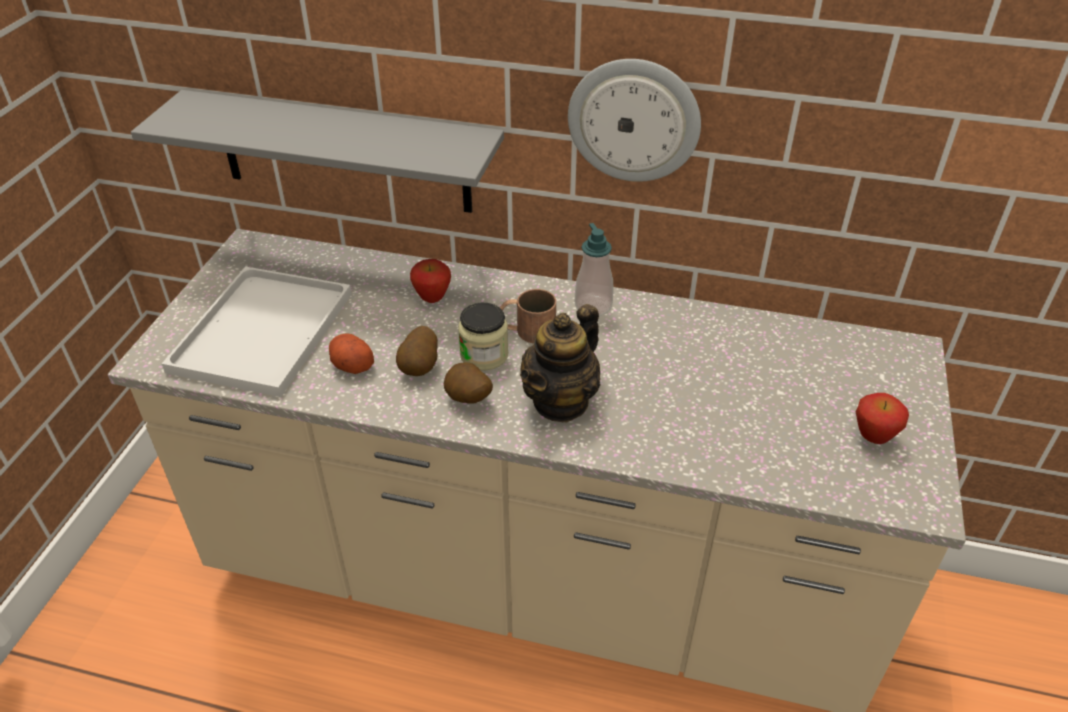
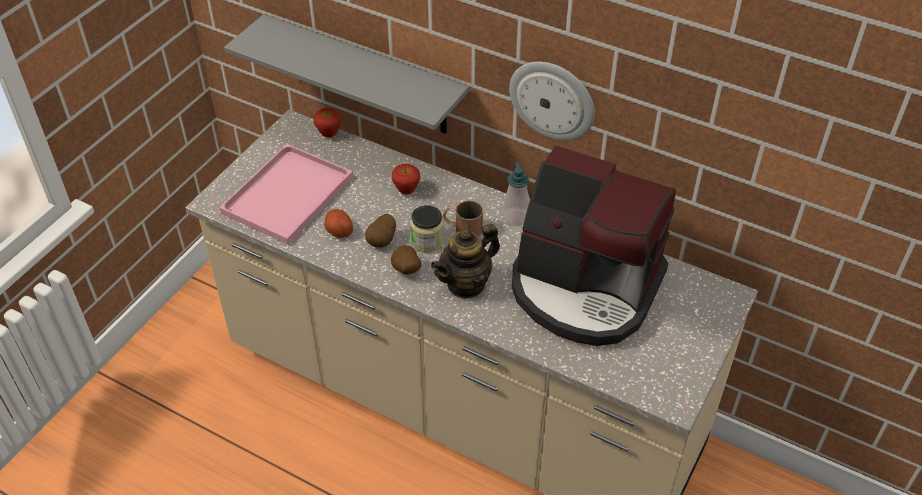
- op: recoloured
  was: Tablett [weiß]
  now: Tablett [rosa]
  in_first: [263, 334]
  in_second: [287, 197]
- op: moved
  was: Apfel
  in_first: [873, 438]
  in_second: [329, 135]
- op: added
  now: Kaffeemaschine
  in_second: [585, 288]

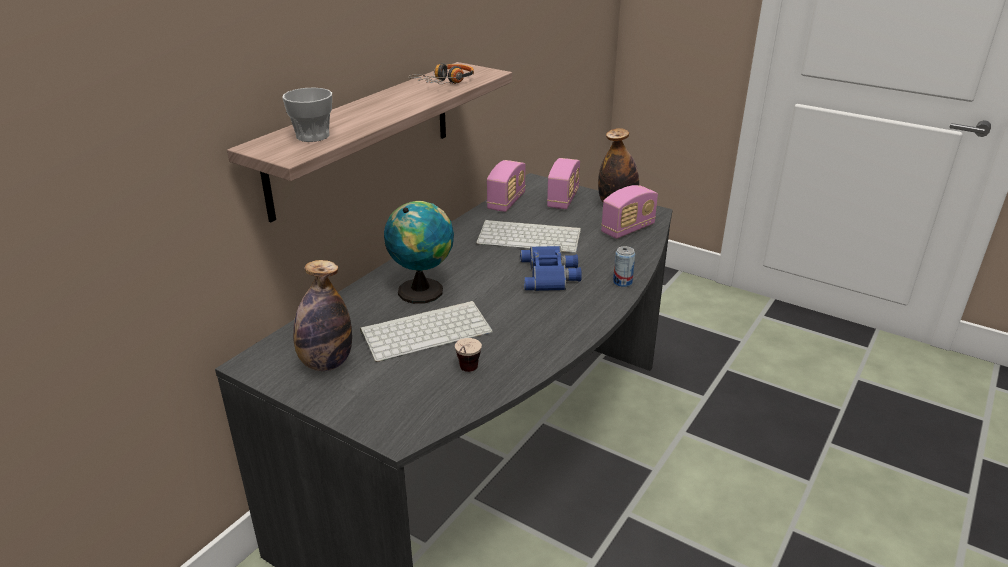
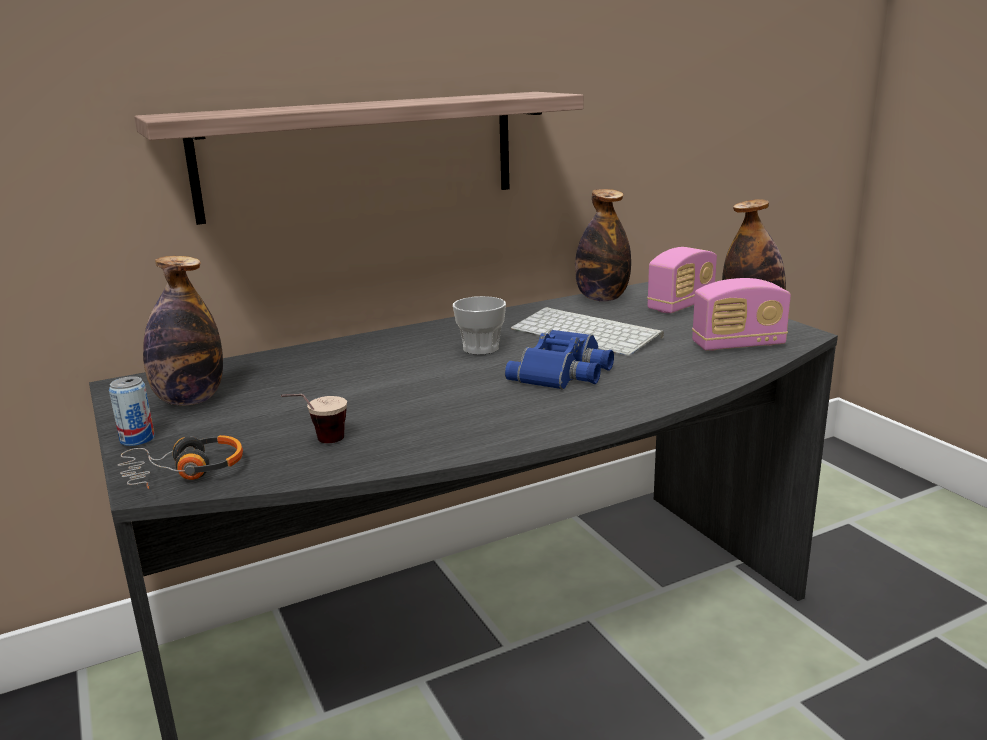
- op: moved
  was: Tasse
  in_first: [313, 136]
  in_second: [481, 348]
- op: removed
  was: Tastatur
  in_first: [427, 330]
- op: removed
  was: Globus
  in_first: [423, 290]
- op: moved
  was: Kopfhörer
  in_first: [446, 82]
  in_second: [184, 473]
- op: replaced
  was: Radio
  now: Flasche
  in_first: [506, 202]
  in_second: [602, 298]
- op: moved
  was: Dose
  in_first: [622, 282]
  in_second: [137, 439]

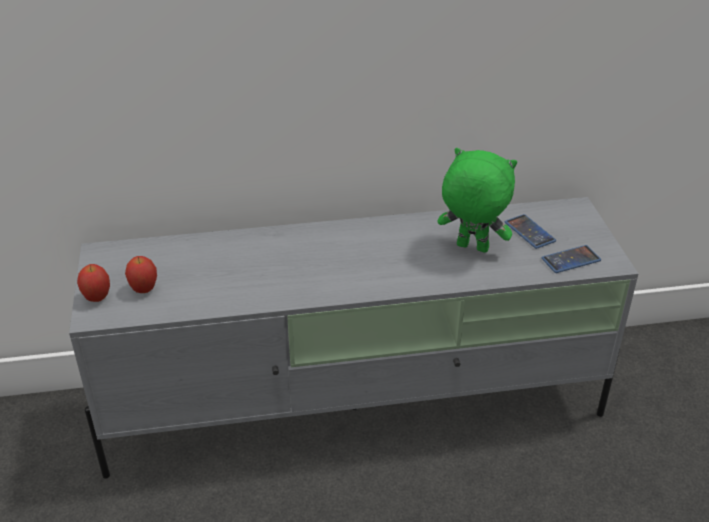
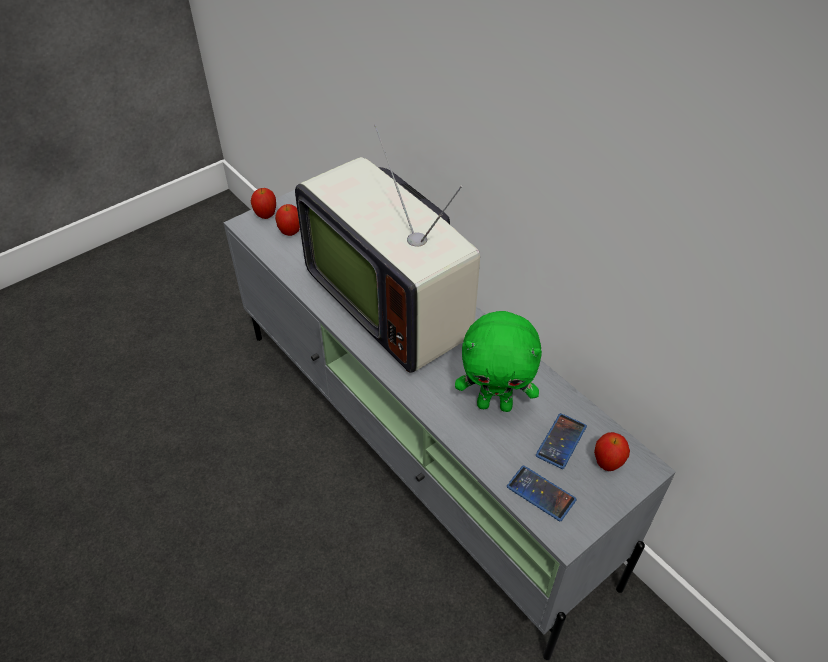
- op: turned
  was: Plüschtier [grün]
  in_first: [471, 248]
  in_second: [495, 404]
  clockwise: 105
- op: added
  now: Fernseher
  in_second: [392, 302]
- op: added
  now: Apfel
  in_second: [607, 463]

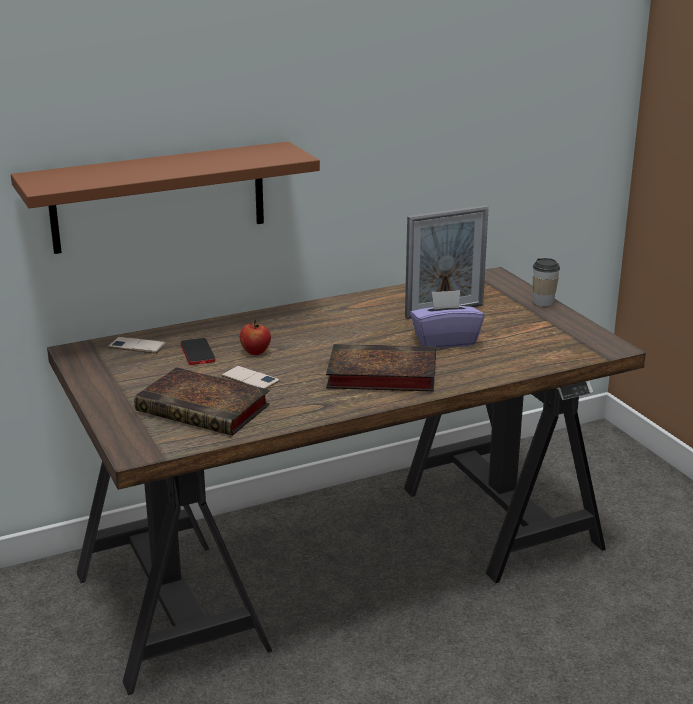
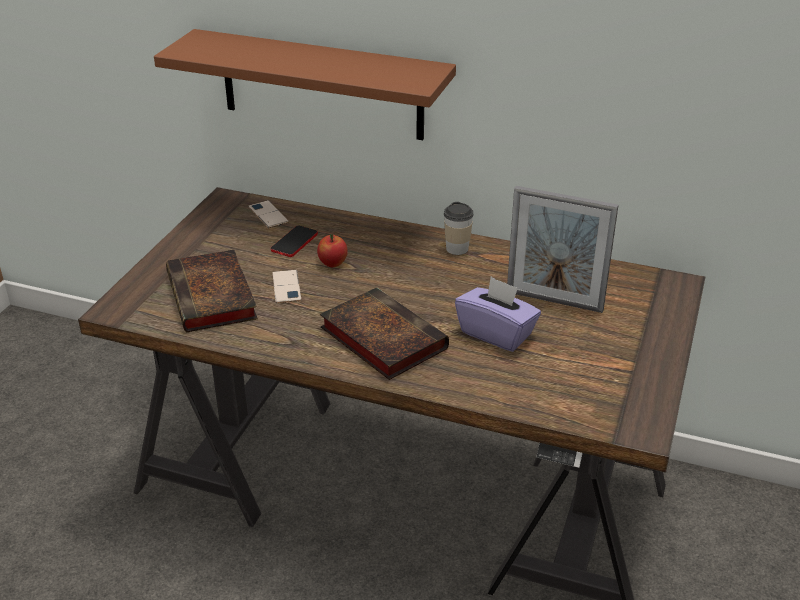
- op: moved
  was: Tasse
  in_first: [543, 302]
  in_second: [457, 249]

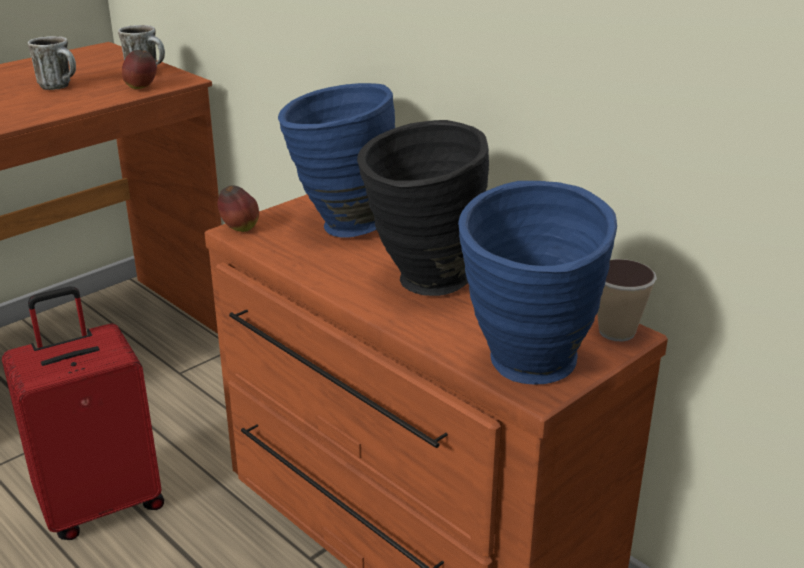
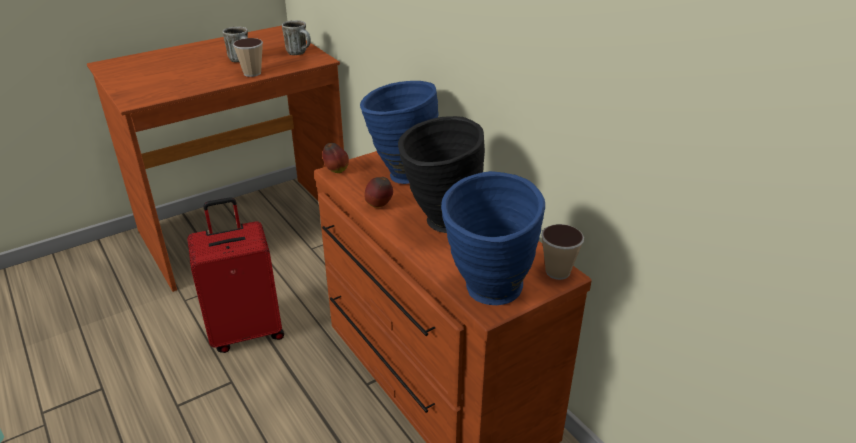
- op: moved
  was: Apfel
  in_first: [141, 88]
  in_second: [379, 206]
- op: added
  now: Tasse
  in_second: [252, 73]

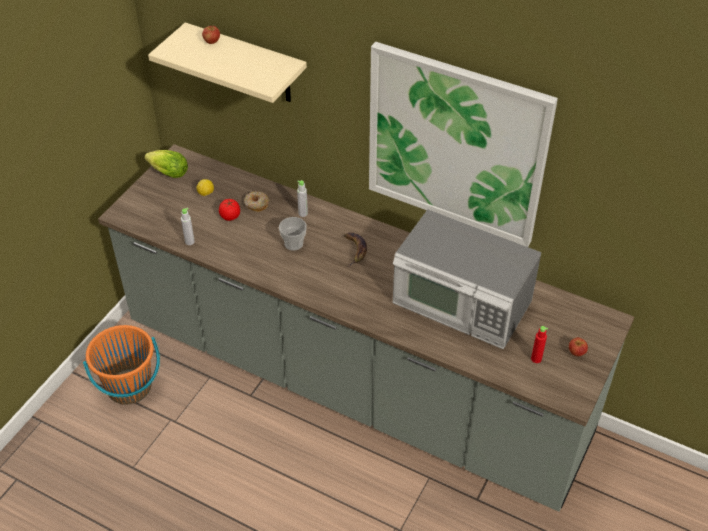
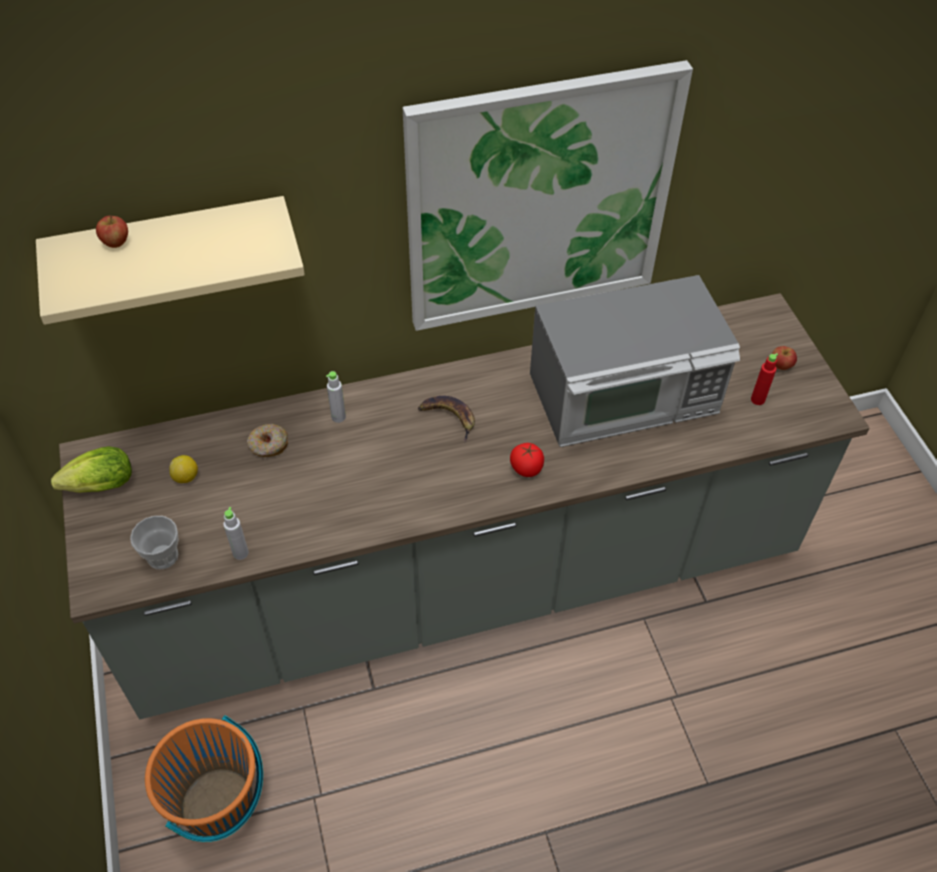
- op: moved
  was: Tomate
  in_first: [230, 216]
  in_second: [526, 468]
- op: moved
  was: Tasse
  in_first: [293, 243]
  in_second: [162, 556]

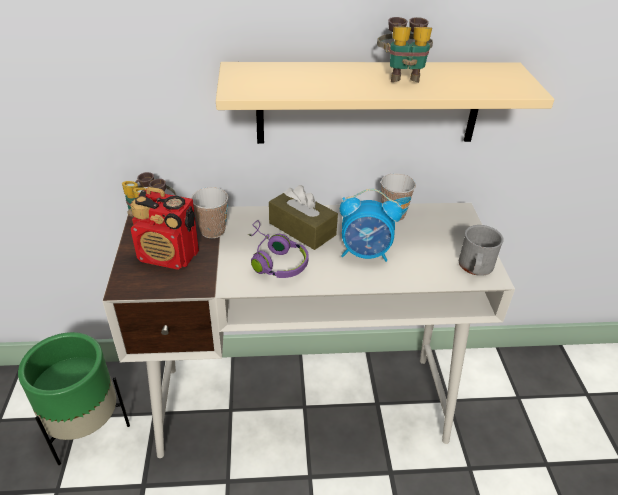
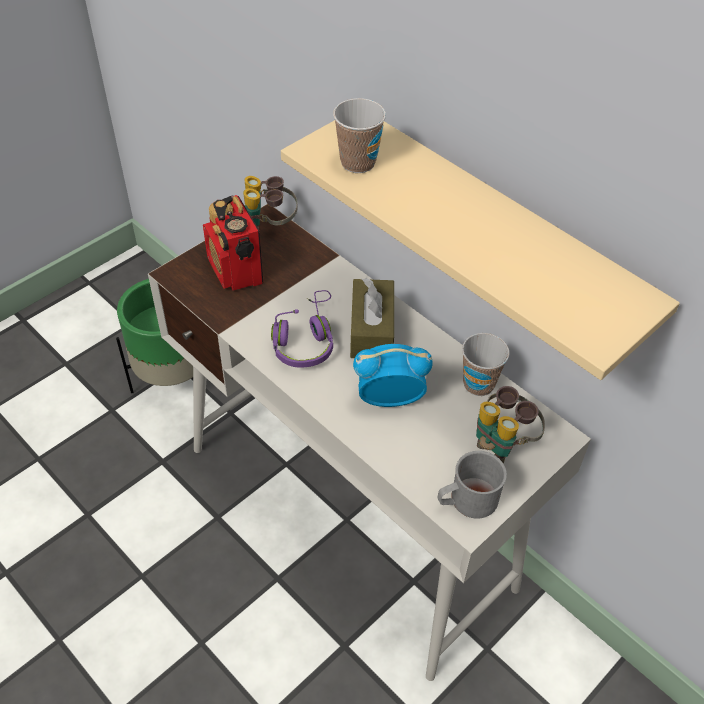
- op: moved
  was: Tasse
  in_first: [213, 231]
  in_second: [358, 163]
- op: turned
  was: Wecker
  in_first: [365, 253]
  in_second: [389, 398]
  clockwise: 120
- op: moved
  was: Fernglas
  in_first: [402, 75]
  in_second: [502, 443]

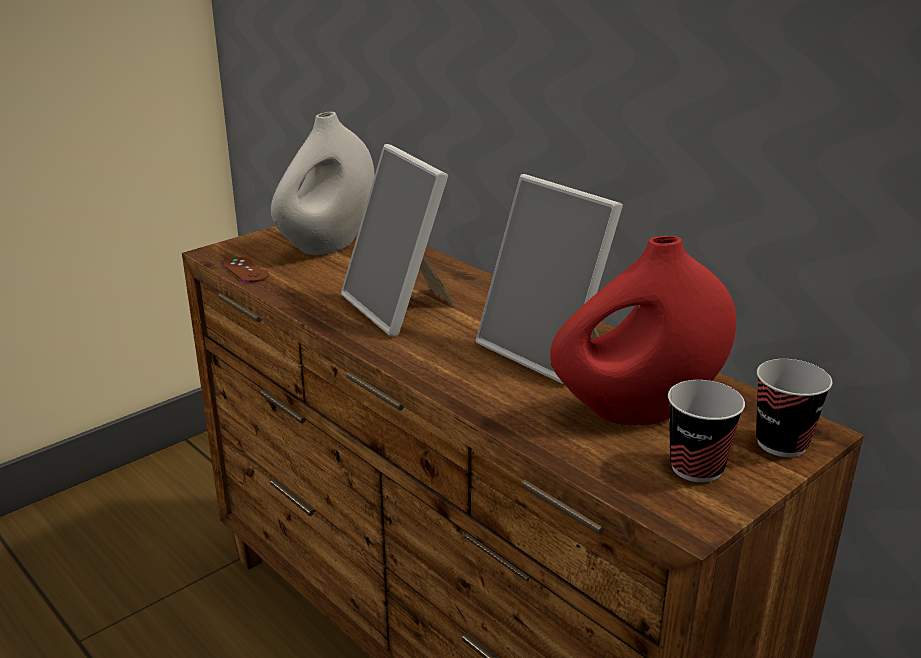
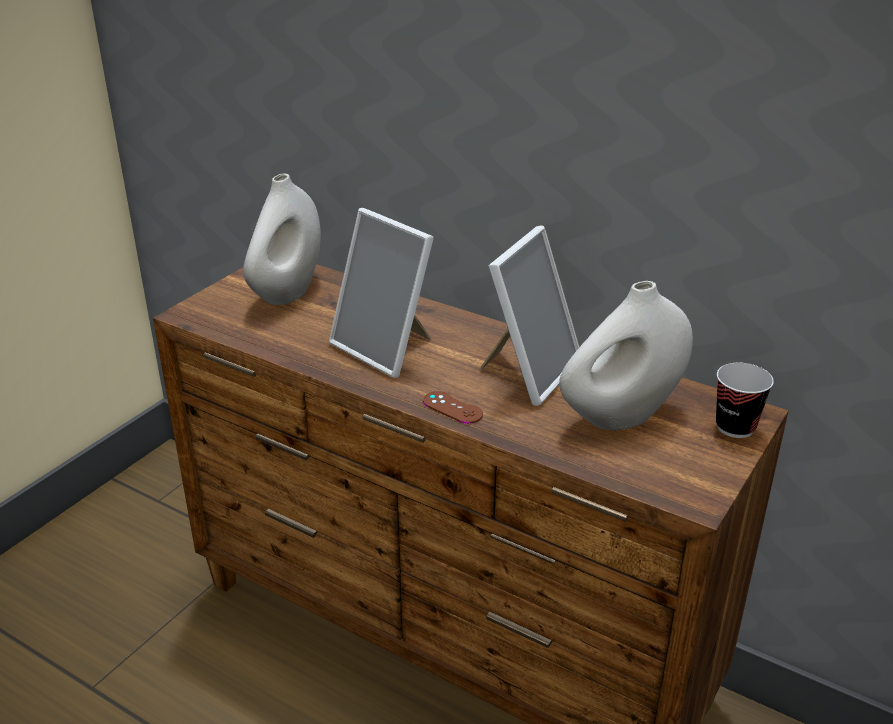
- op: moved
  was: Gamepad [braun]
  in_first: [246, 270]
  in_second: [452, 408]
- op: turned
  was: Bilderrahmen
  in_first: [548, 350]
  in_second: [528, 372]
  clockwise: -90
- op: recoloured
  was: Vase [rot]
  now: Vase [weiß]
  in_first: [636, 412]
  in_second: [621, 417]
- op: removed
  was: Tasse
  in_first: [696, 467]

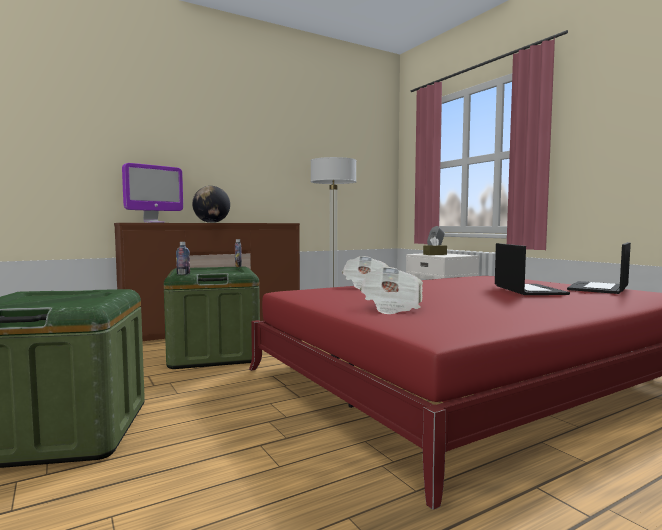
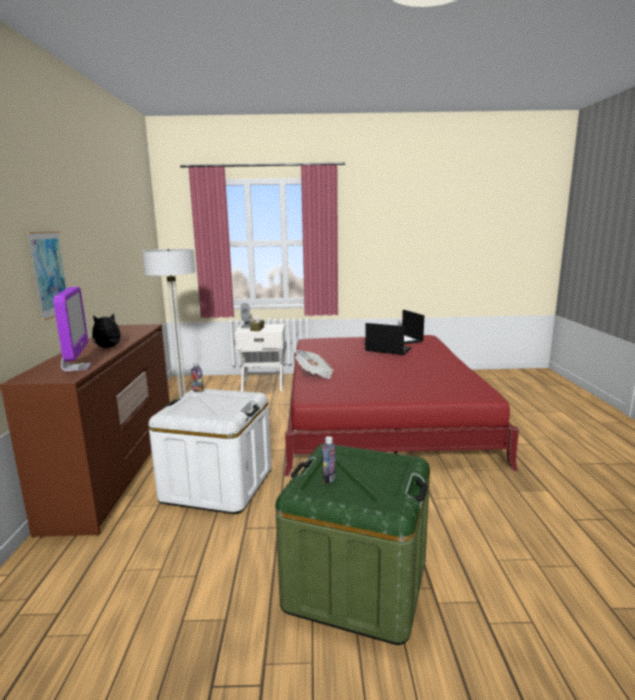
- op: recoloured
  was: Aufbewahrungsbox [grün]
  now: Aufbewahrungsbox [weiß]
  in_first: [213, 354]
  in_second: [217, 485]
- op: moved
  was: Flasche
  in_first: [183, 274]
  in_second: [329, 479]
- op: replaced
  was: Globus
  now: Plüschtier
  in_first: [211, 222]
  in_second: [108, 347]
- op: removed
  was: Zeitung
  in_first: [391, 308]
- op: added
  now: Bild
  in_second: [49, 274]

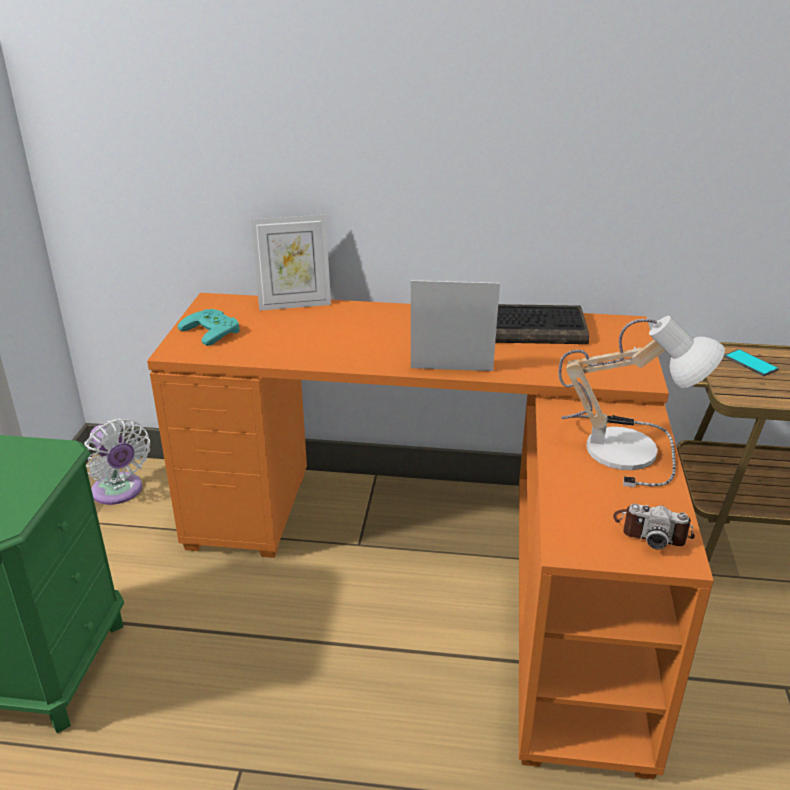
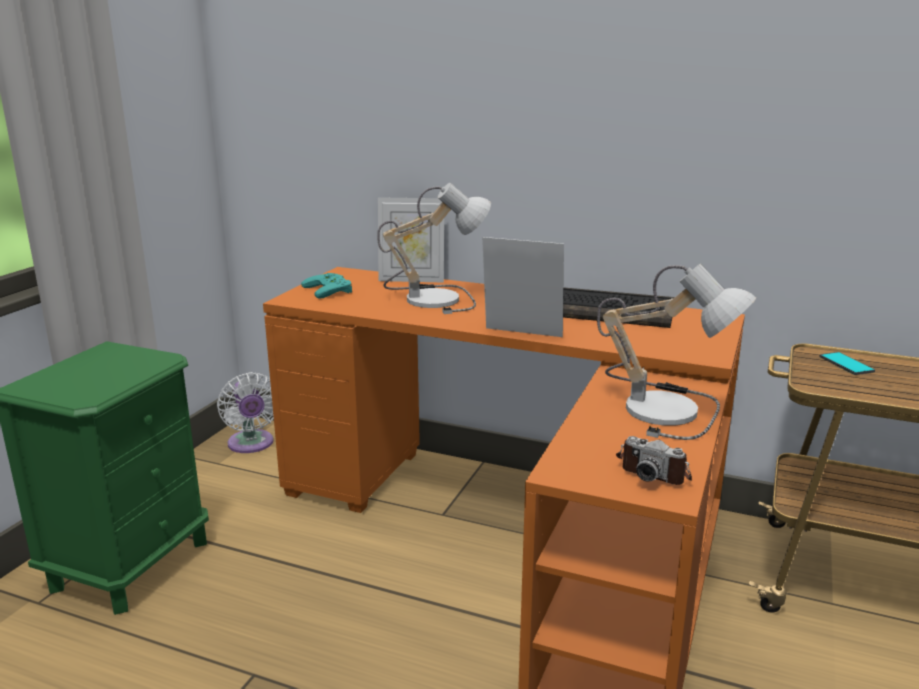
- op: added
  now: Tischlampe
  in_second: [435, 297]

